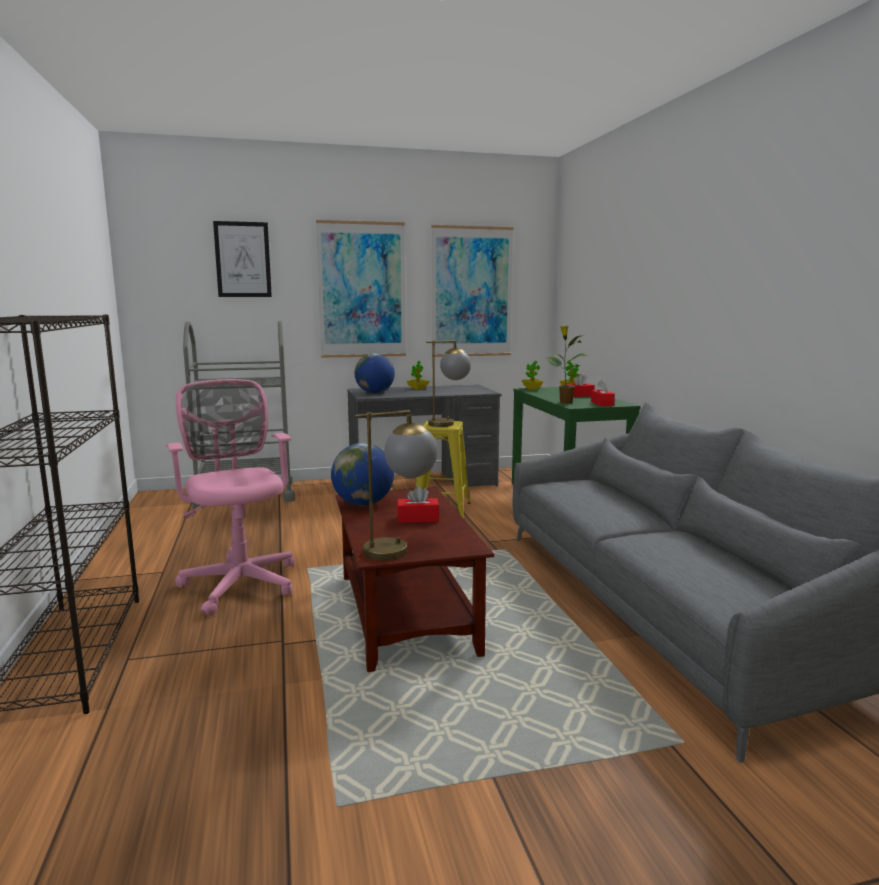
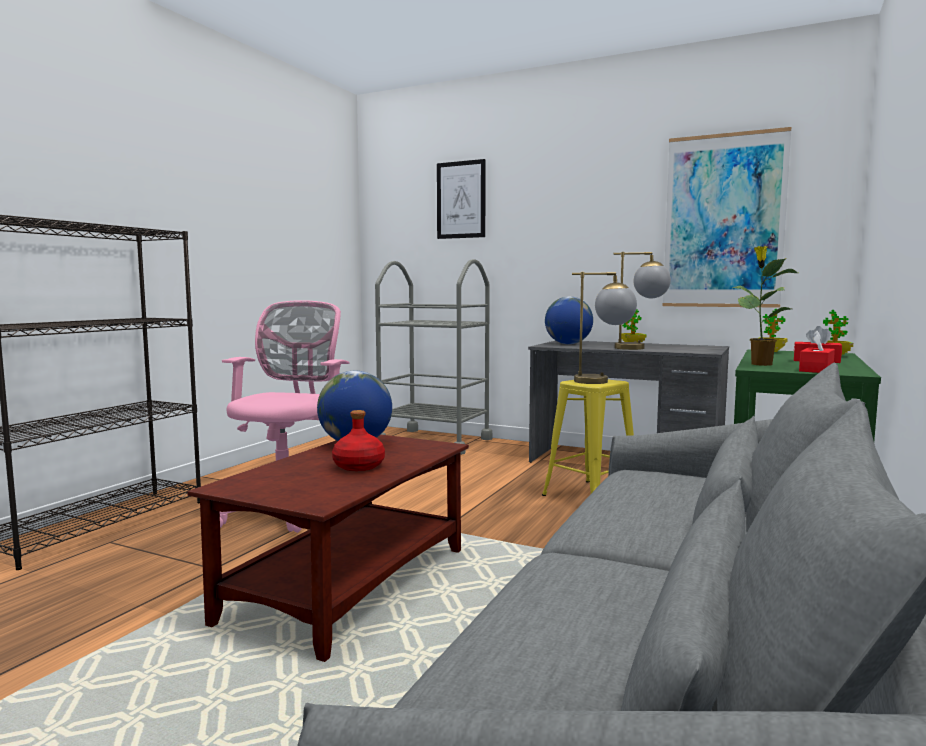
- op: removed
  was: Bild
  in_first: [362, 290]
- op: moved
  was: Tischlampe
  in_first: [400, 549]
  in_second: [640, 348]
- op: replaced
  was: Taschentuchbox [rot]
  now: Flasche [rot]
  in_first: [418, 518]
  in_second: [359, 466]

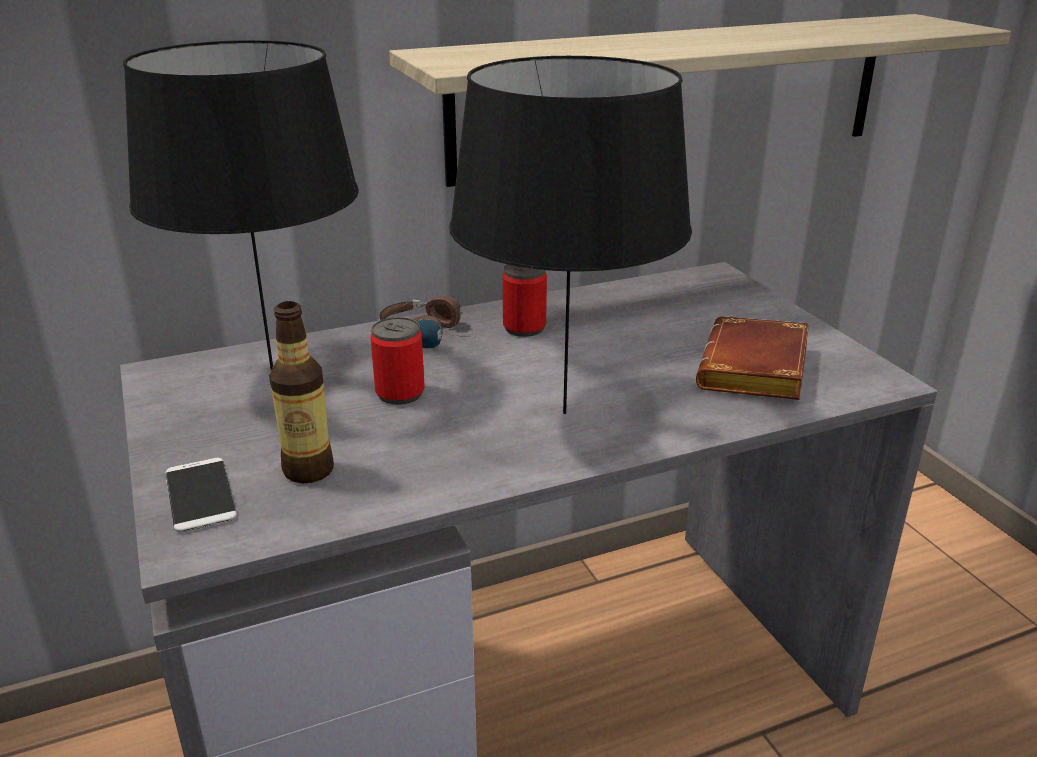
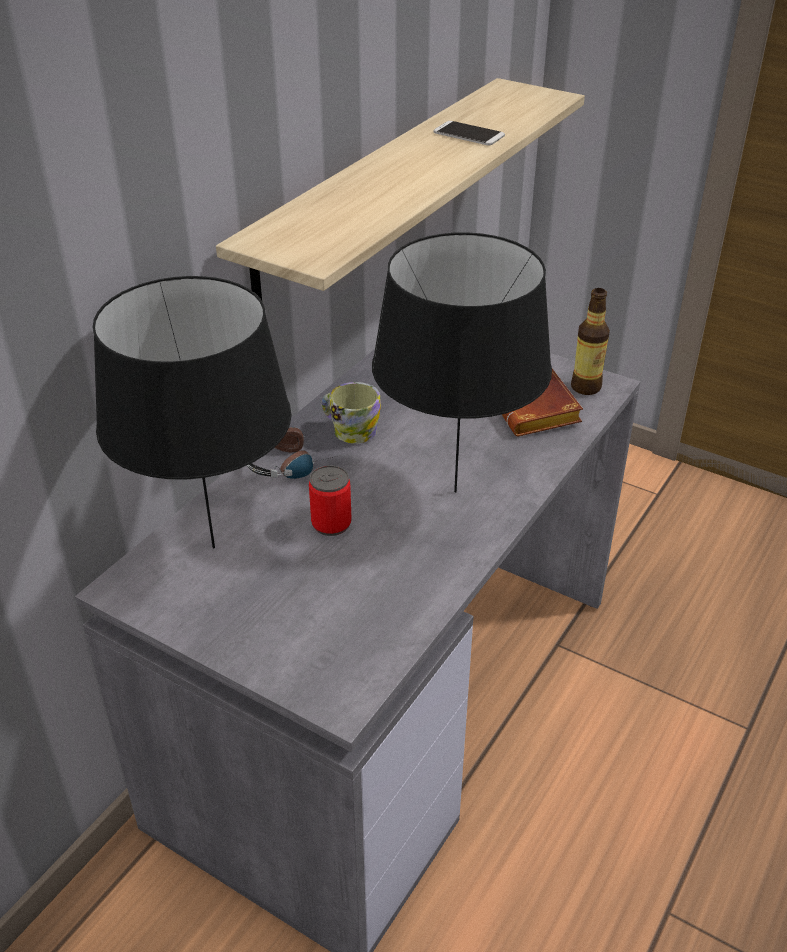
- op: moved
  was: Handy
  in_first: [200, 495]
  in_second: [469, 134]
- op: moved
  was: Flasche
  in_first: [309, 470]
  in_second: [586, 387]
- op: replaced
  was: Dose
  now: Henkelbecher
  in_first: [524, 328]
  in_second: [349, 430]

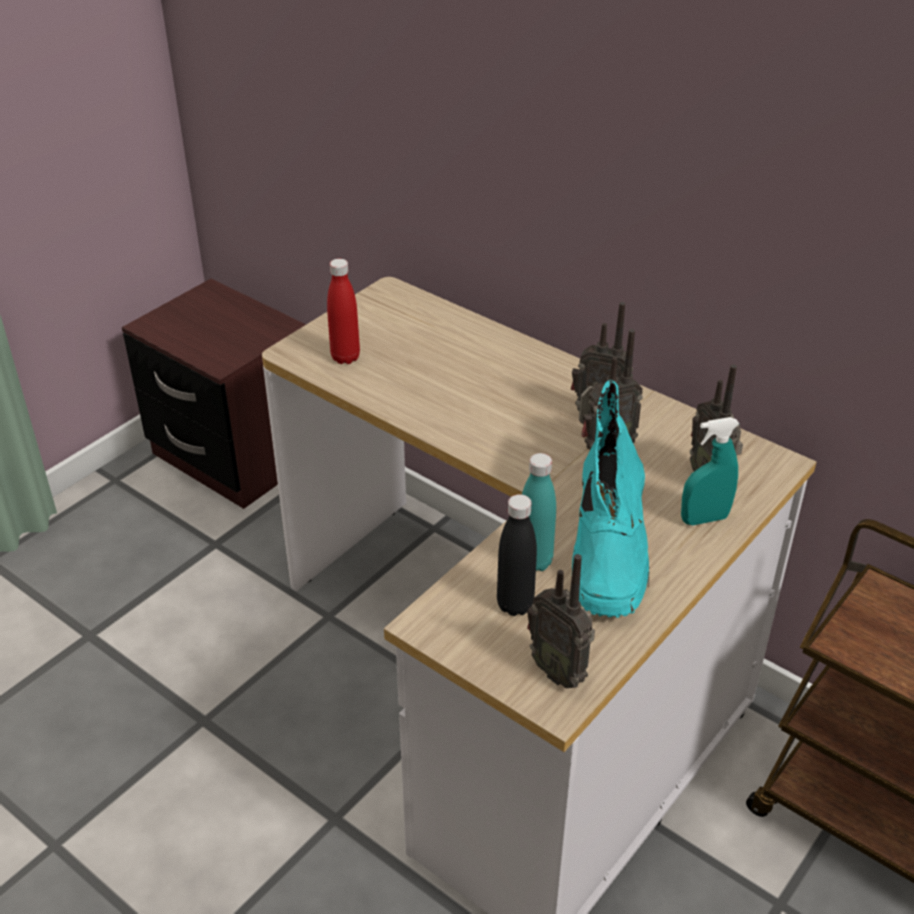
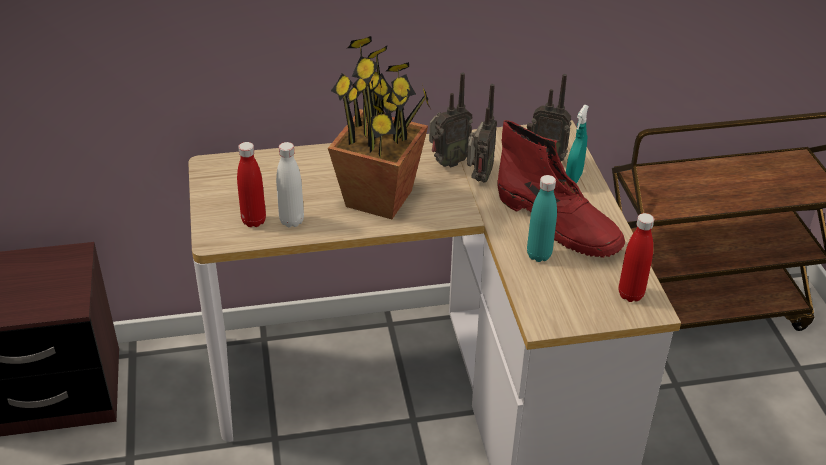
- op: removed
  was: Flasche [schwarz]
  in_first: [515, 605]
- op: replaced
  was: Radio
  now: Flasche [rot]
  in_first: [559, 671]
  in_second: [630, 294]
- op: recoloured
  was: Stiefel [türkis]
  now: Stiefel [rot]
  in_first: [609, 548]
  in_second: [558, 223]
- op: added
  now: Flasche [weiß]
  in_second: [291, 221]
- op: added
  now: Topfpflanze
  in_second: [379, 198]

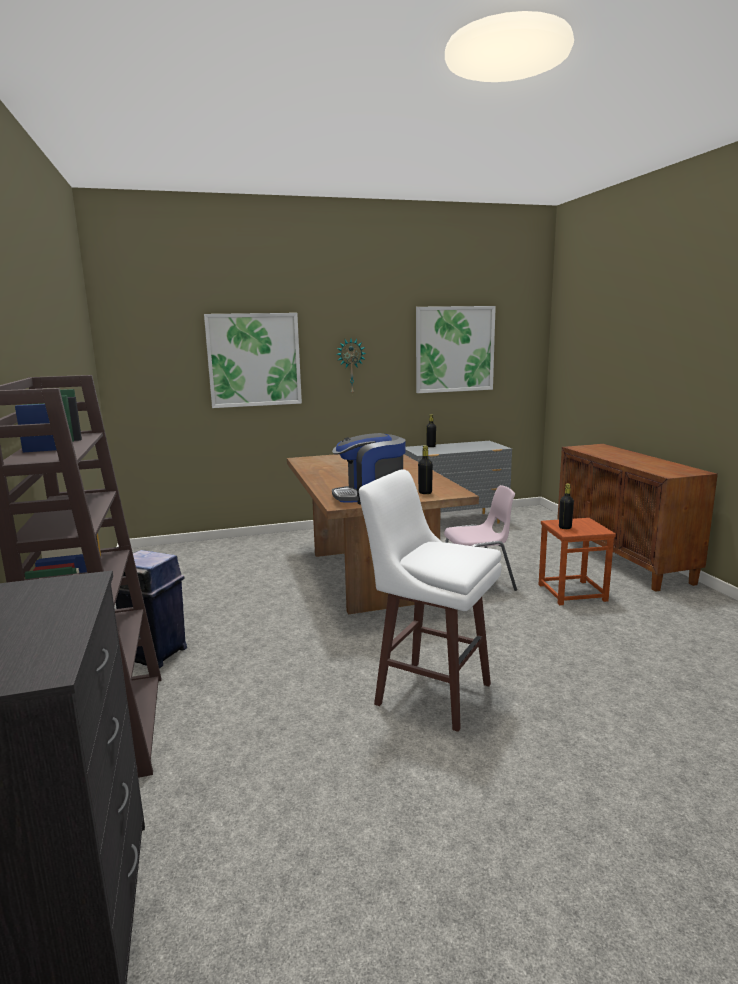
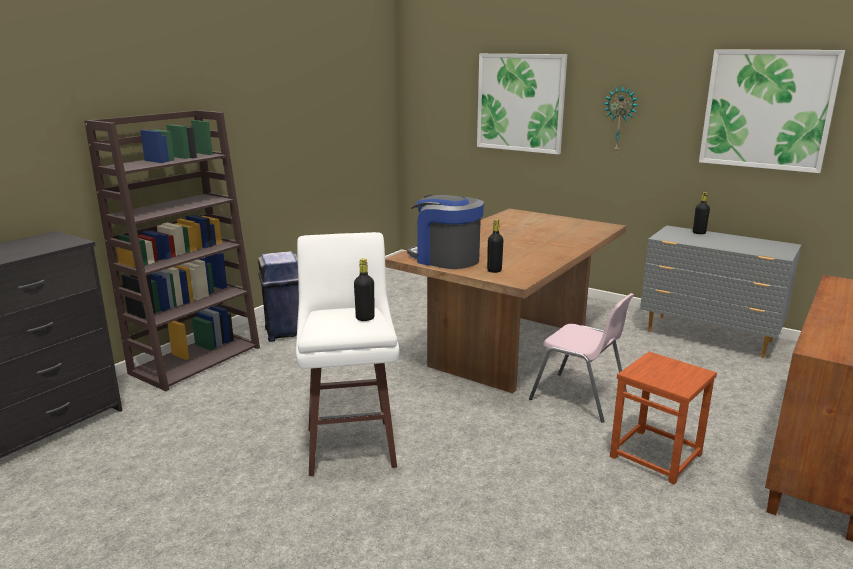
- op: moved
  was: Flasche [schwarz]
  in_first: [565, 527]
  in_second: [365, 318]

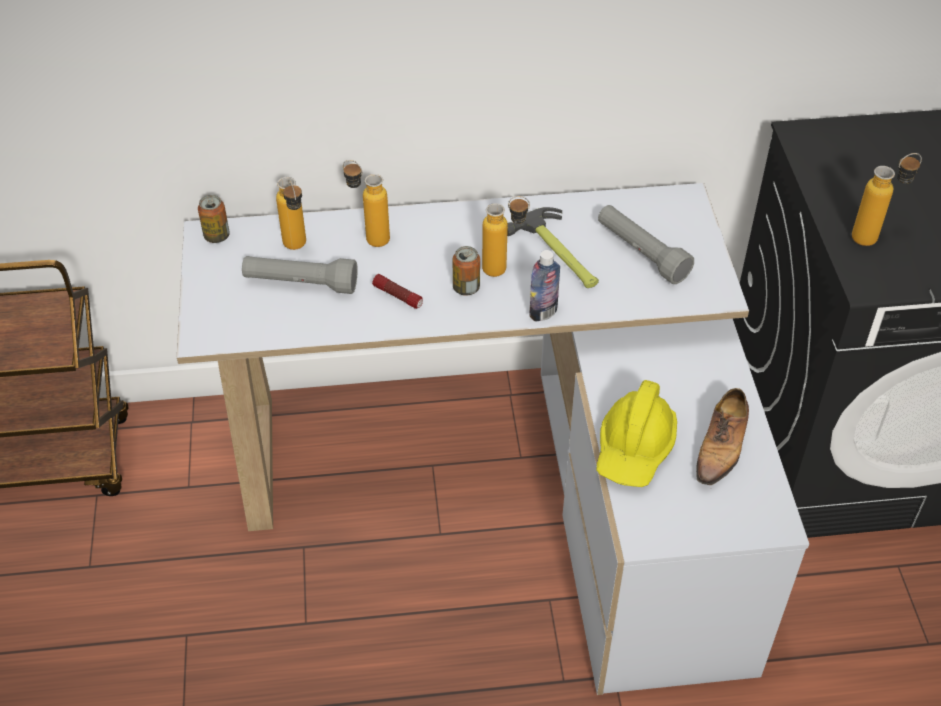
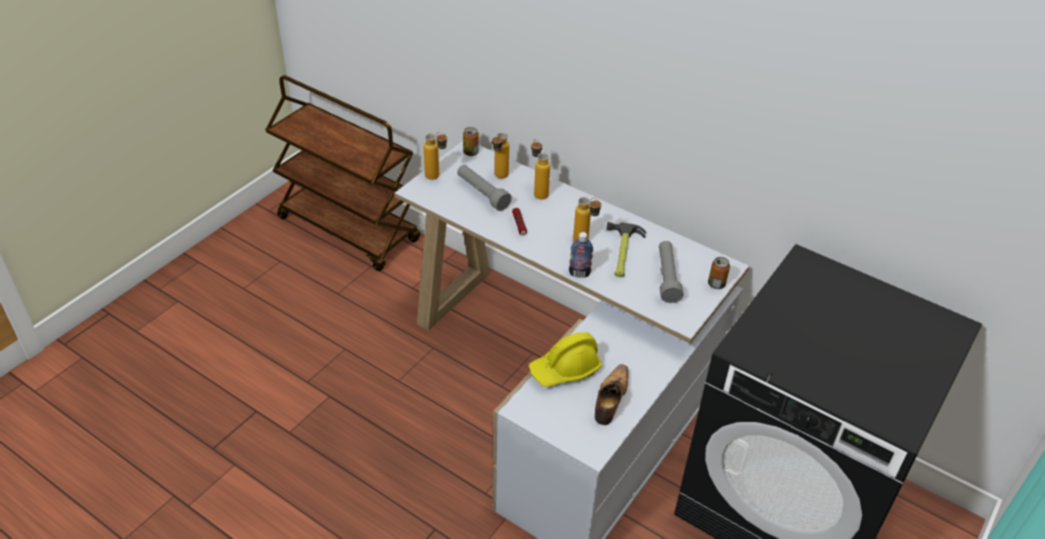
- op: moved
  was: Dose
  in_first: [466, 288]
  in_second: [716, 284]
- op: turned
  was: Schuh
  in_first: [721, 447]
  in_second: [610, 399]
  clockwise: 135
- op: moved
  was: Flasche
  in_first: [874, 237]
  in_second: [437, 178]

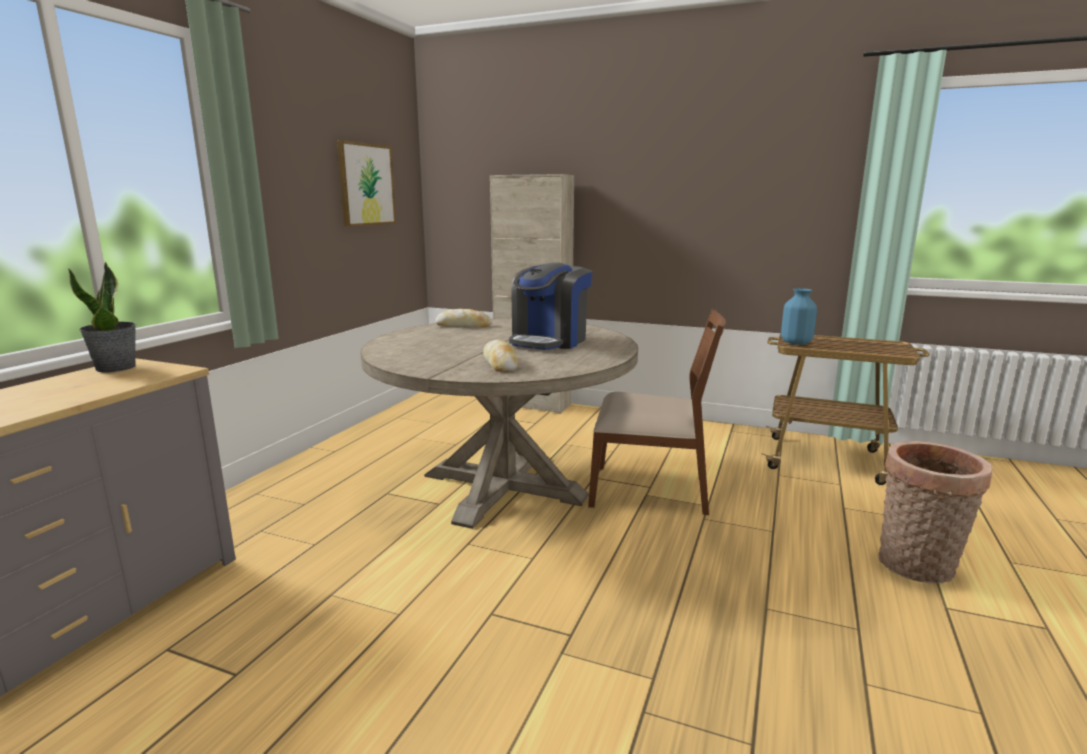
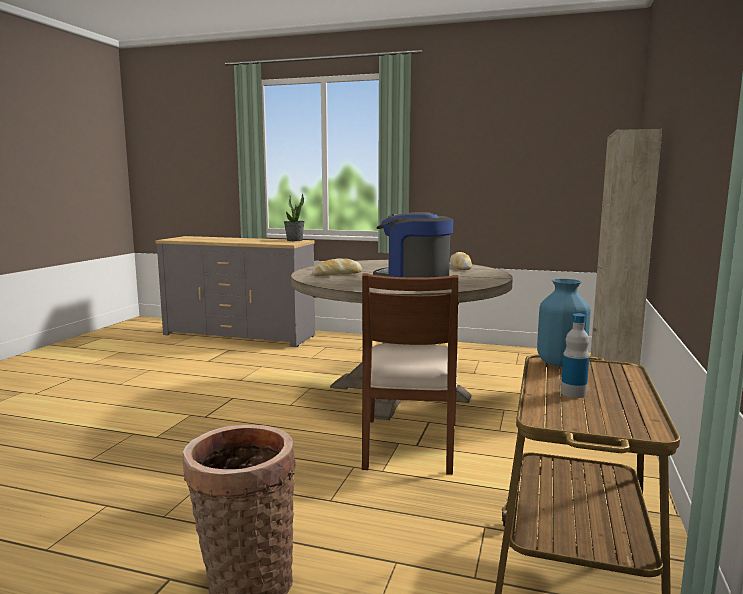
- op: removed
  was: Bild
  in_first: [366, 184]
- op: added
  now: Flasche
  in_second: [573, 393]

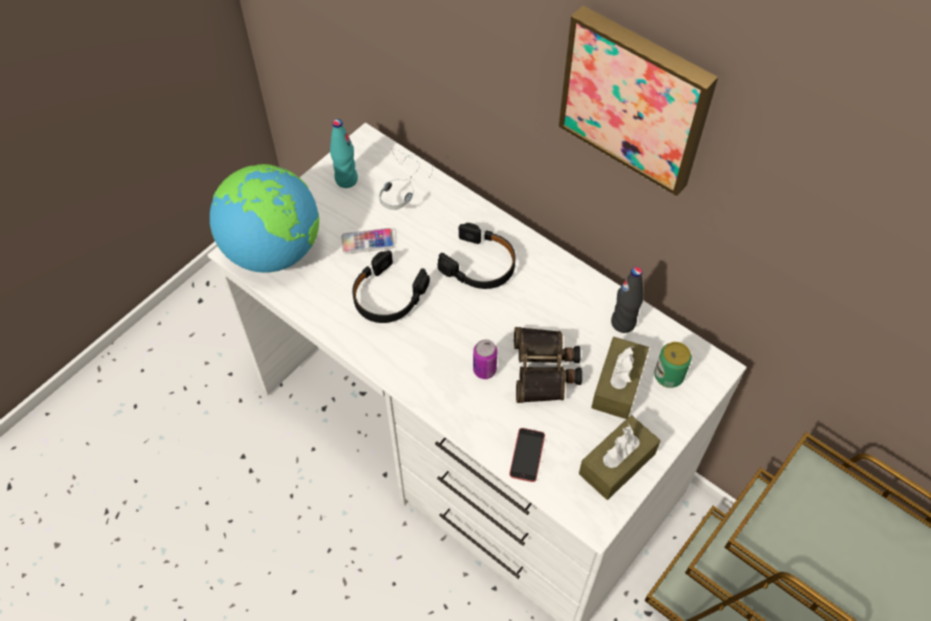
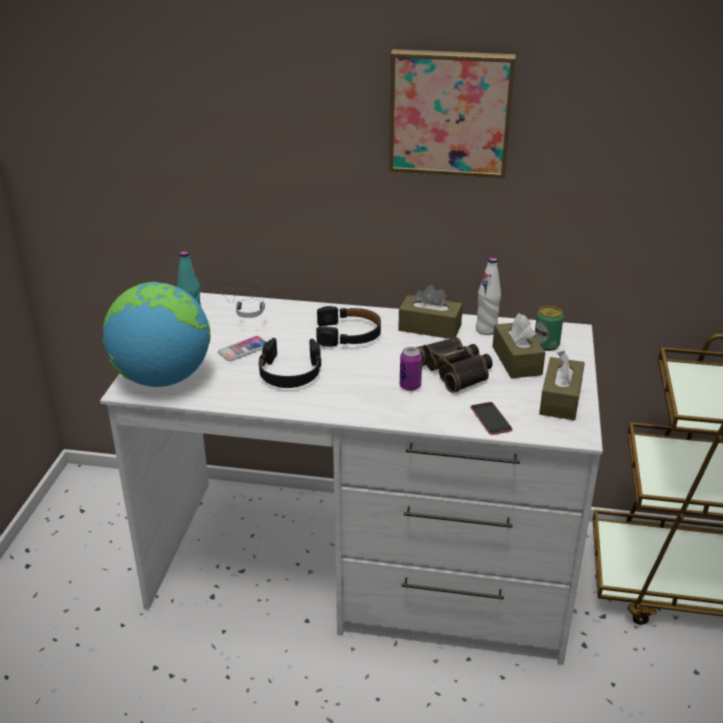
- op: recoloured
  was: Flasche [schwarz]
  now: Flasche [weiß]
  in_first: [623, 323]
  in_second: [486, 330]
- op: added
  now: Taschentuchbox [braun]
  in_second: [429, 328]

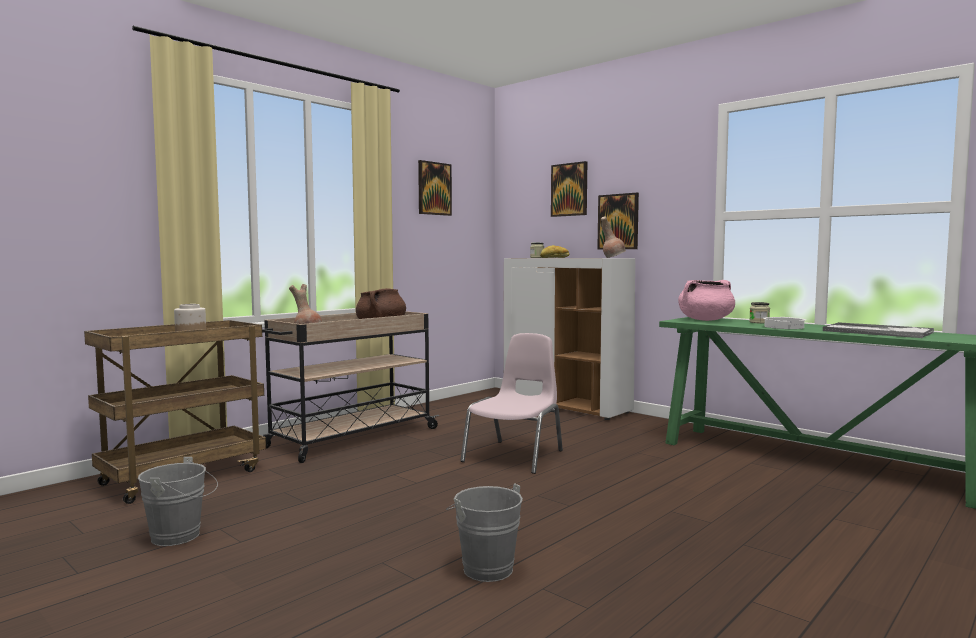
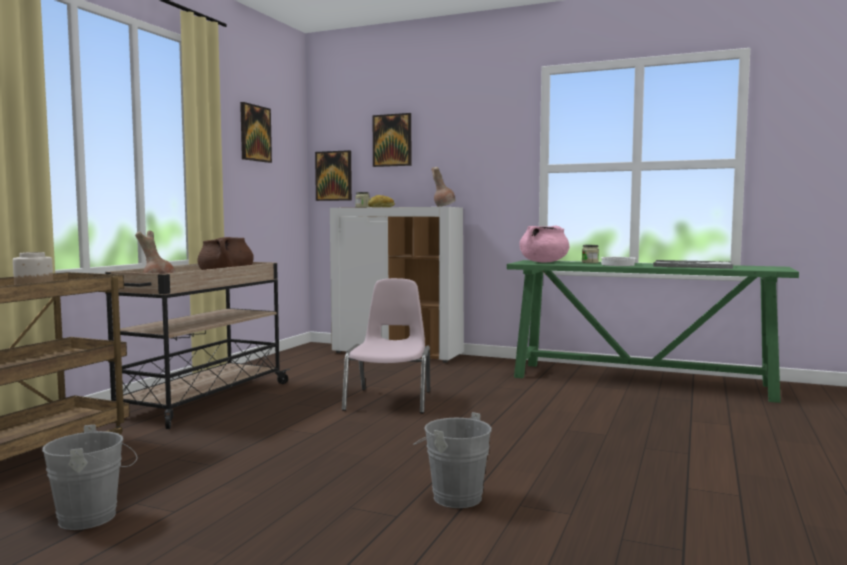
- op: moved
  was: Bild
  in_first: [618, 221]
  in_second: [334, 176]

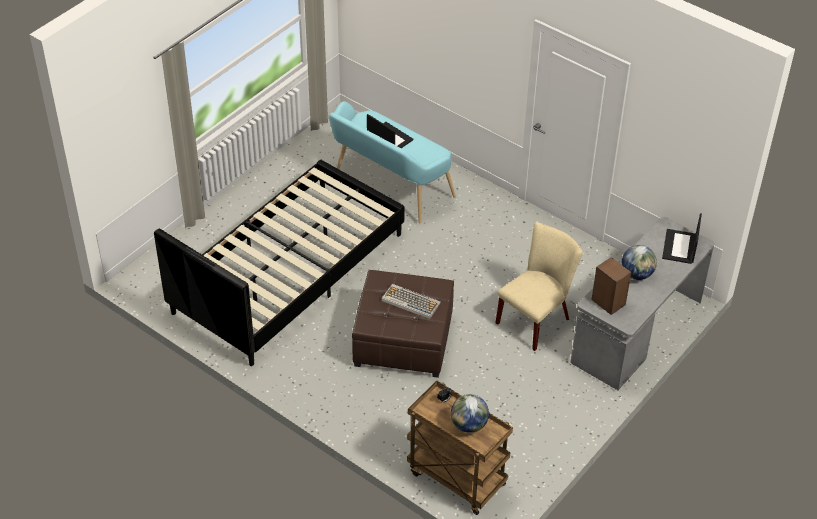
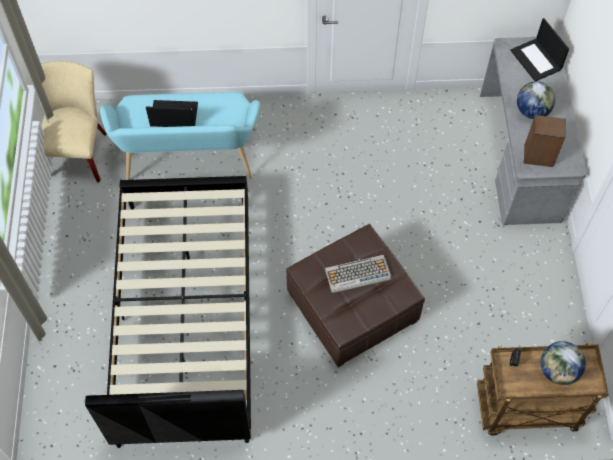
- op: moved
  was: Stuhl [beige]
  in_first: [536, 319]
  in_second: [79, 151]

